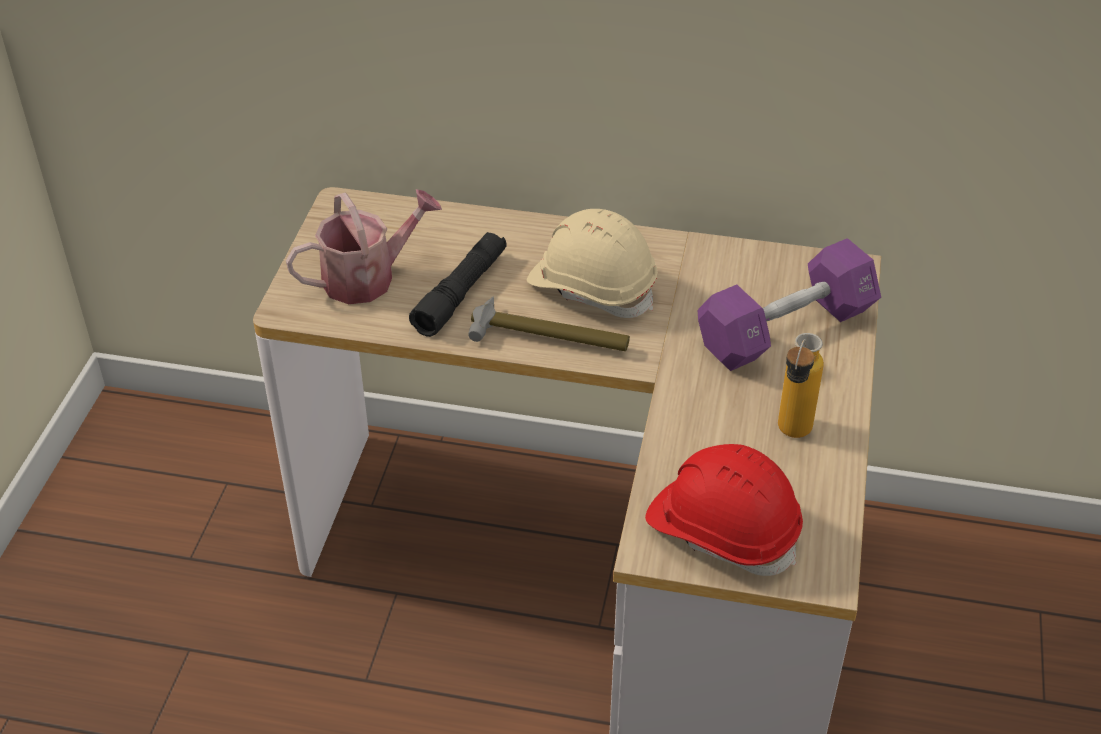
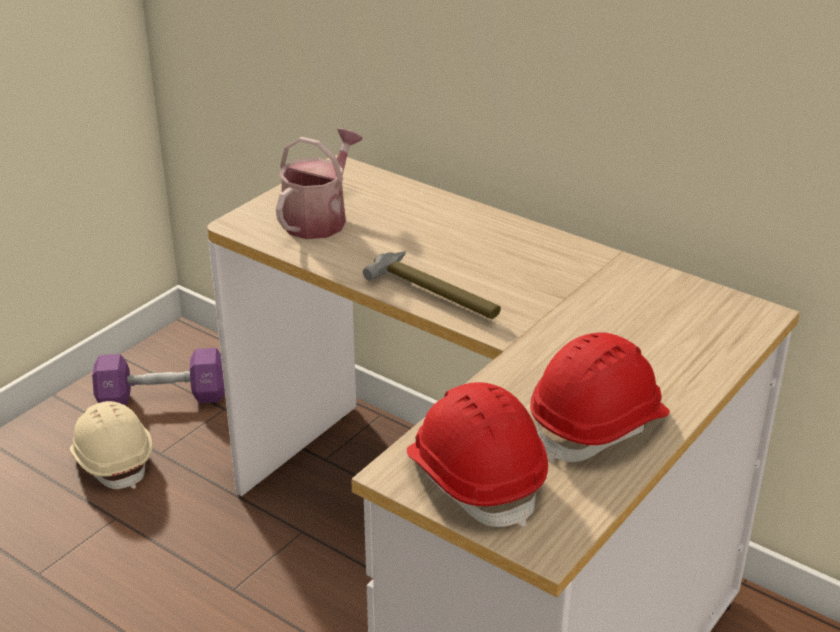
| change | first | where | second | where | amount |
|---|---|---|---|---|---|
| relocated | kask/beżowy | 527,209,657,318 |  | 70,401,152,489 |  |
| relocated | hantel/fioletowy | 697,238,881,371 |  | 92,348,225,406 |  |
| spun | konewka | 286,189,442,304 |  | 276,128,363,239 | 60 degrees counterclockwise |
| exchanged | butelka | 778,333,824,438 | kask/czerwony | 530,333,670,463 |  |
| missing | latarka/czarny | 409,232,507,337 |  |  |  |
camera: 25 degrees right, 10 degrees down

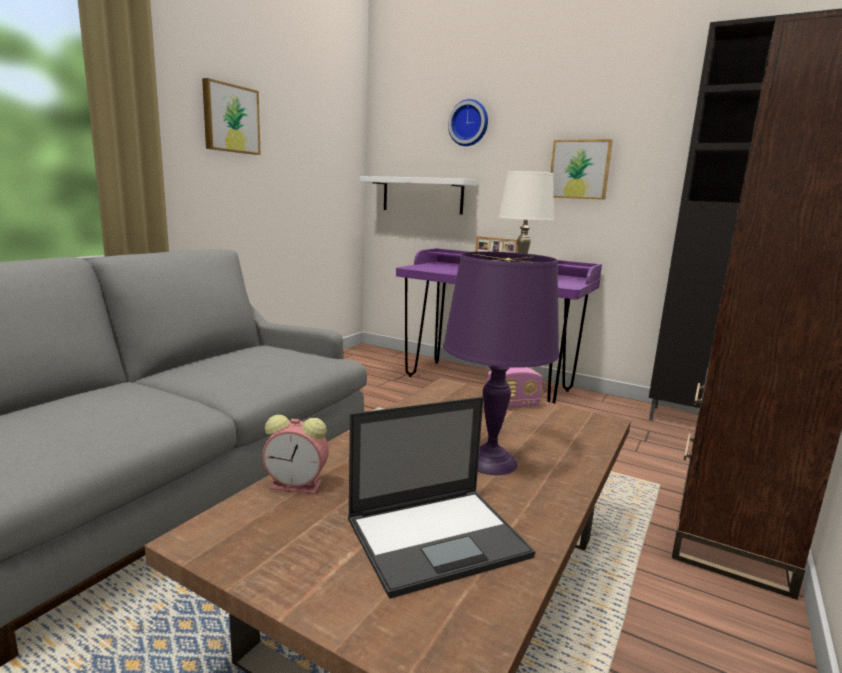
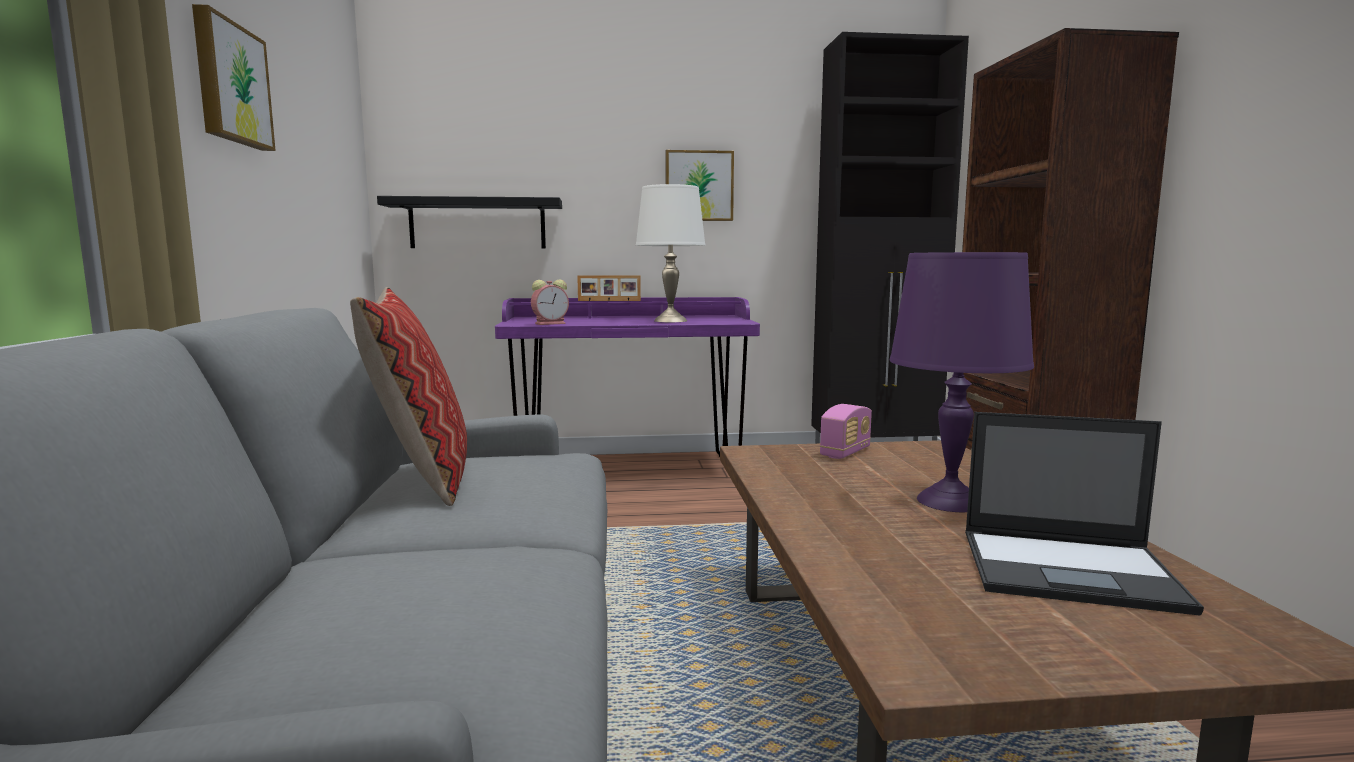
| change | first | where | second | where | amount |
|---|---|---|---|---|---|
| appeared |  |  | poduszka | 350,287,467,506 |  |
| colour | półka/biały | 360,176,476,215 | półka/czarny | 377,196,562,248 |  |
| relocated | budzik | 262,415,329,494 |  | 531,279,569,325 |  |
| spun | laptop | 348,397,535,599 |  | 965,412,1204,616 | 75 degrees clockwise |
| missing | zegar ścienny | 448,99,488,146 |  |  |  |
camera: 35 degrees left, 5 degrees down

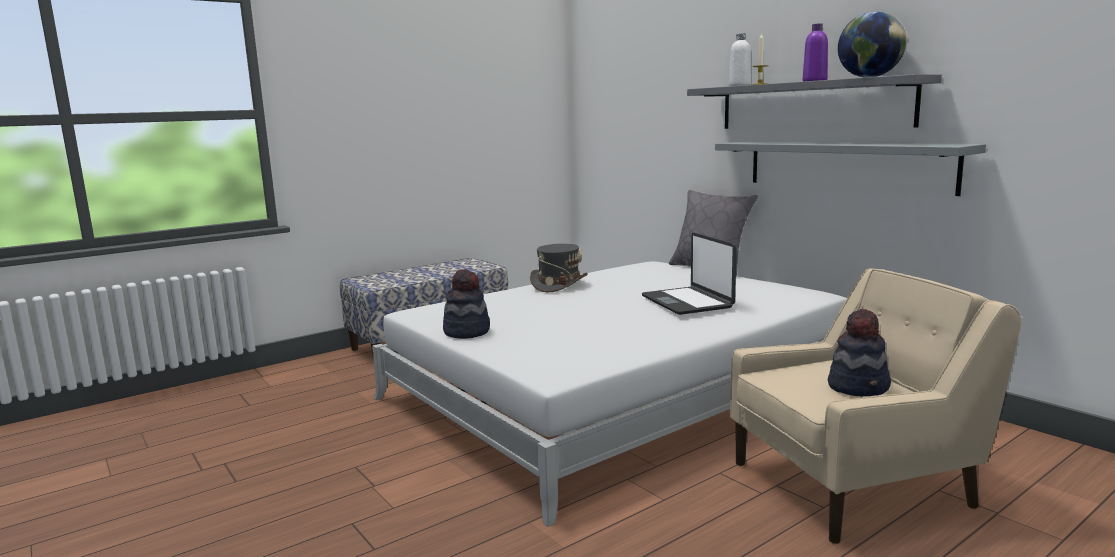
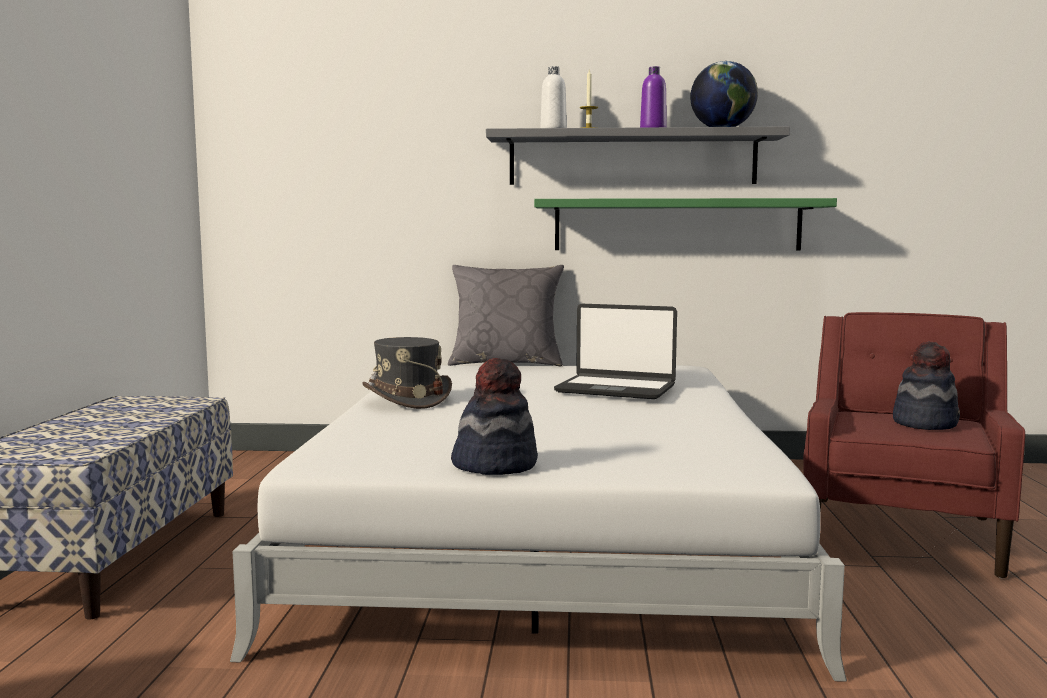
| change | first | where | second | where | amount |
|---|---|---|---|---|---|
| colour | półka/szary | 715,141,986,196 | półka/zielony | 534,198,837,251 |  |
| colour | fotel/beżowy | 730,268,1021,544 | fotel/czerwony | 803,312,1025,578 |  |
camera: 50 degrees left, 5 degrees down

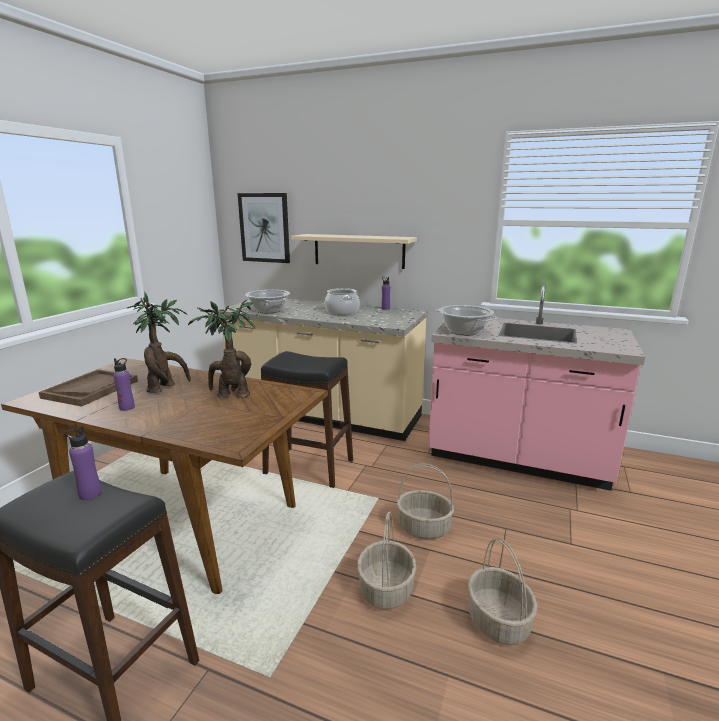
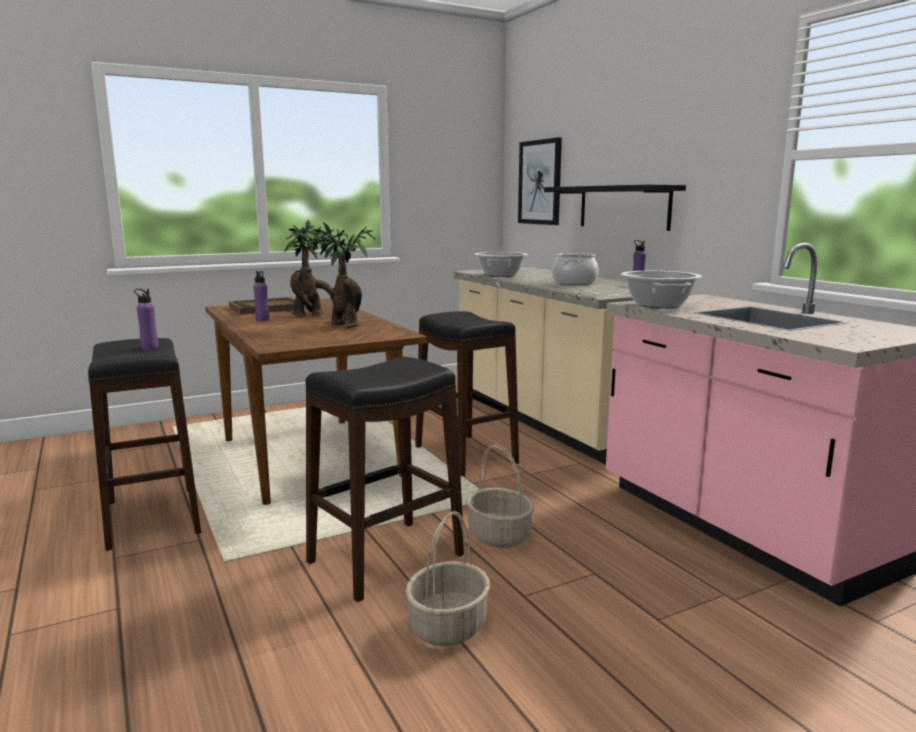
| change | first | where | second | where | amount |
|---|---|---|---|---|---|
| exchanged | koszyk | 357,511,416,610 | stołek/czarny | 306,356,464,602 |  |
| colour | półka/beżowy | 291,234,417,269 | półka/czarny | 544,184,686,231 |  |
camera: 40 degrees right, 5 degrees down

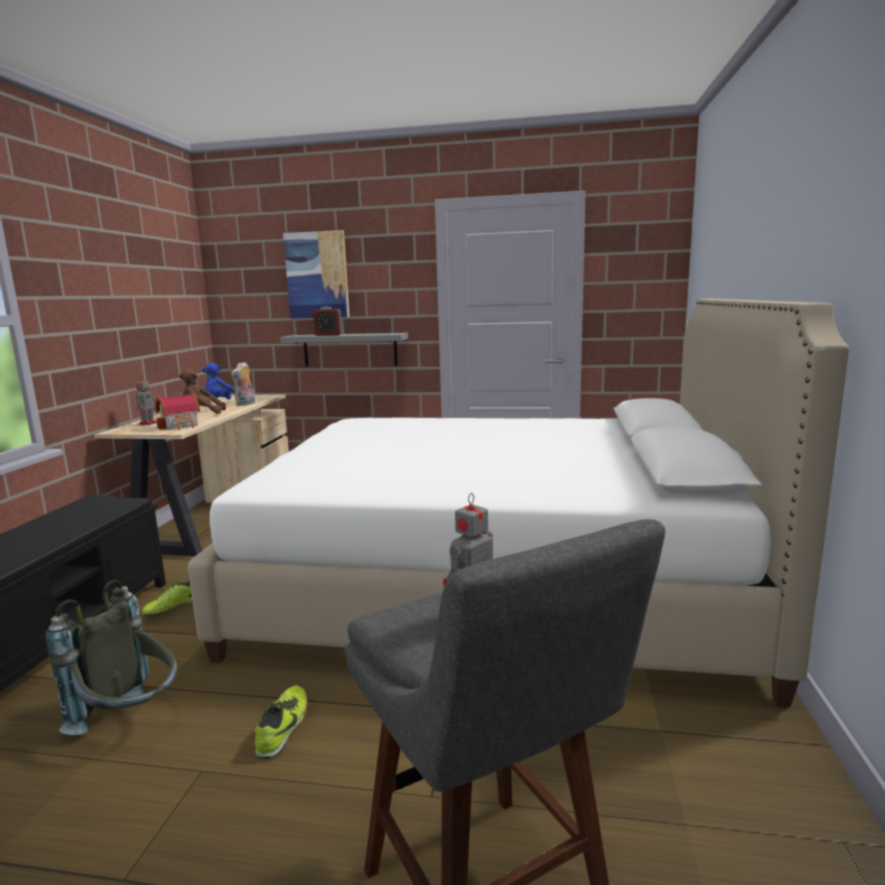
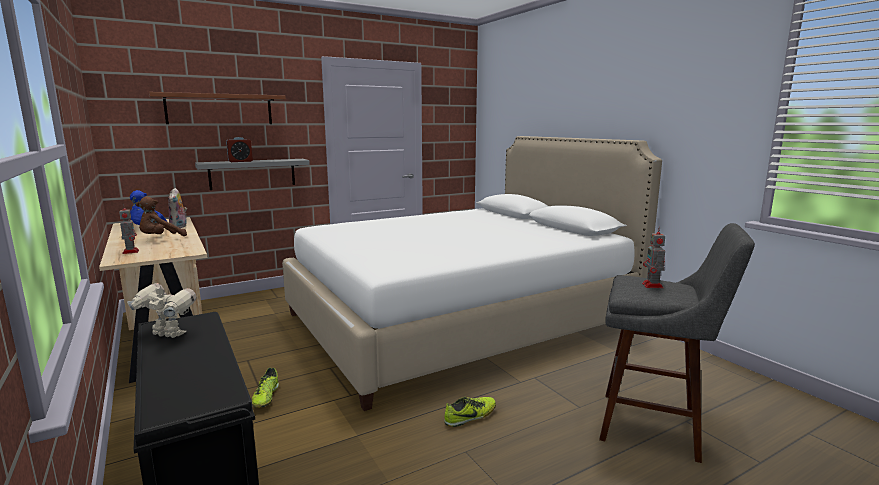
| change | first | where | second | where | amount |
|---|---|---|---|---|---|
| appeared |  |  | robot zabawkowy | 127,283,197,338 |  |
| exchanged | obraz | 283,230,350,318 | półka/brązowy | 149,92,286,124 |  |
| spun | but | 255,685,307,759 |  | 444,397,496,427 | 90 degrees clockwise |
| missing | plecak/szary | 46,580,177,735 |  |  |  |
| missing | domek | 155,391,200,430 |  |  |  |
camera: 40 degrees left, 0 degrees up

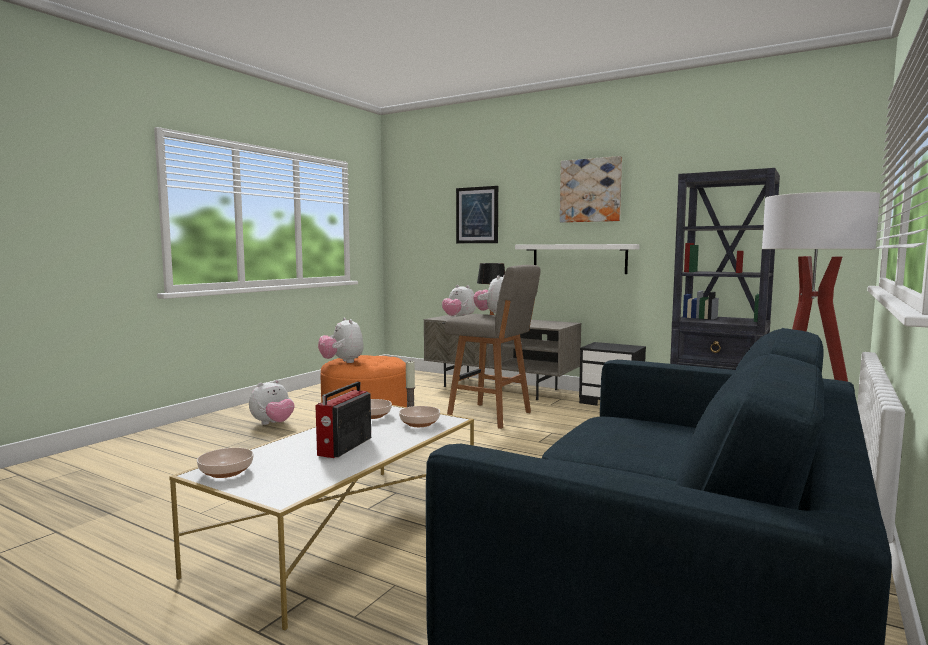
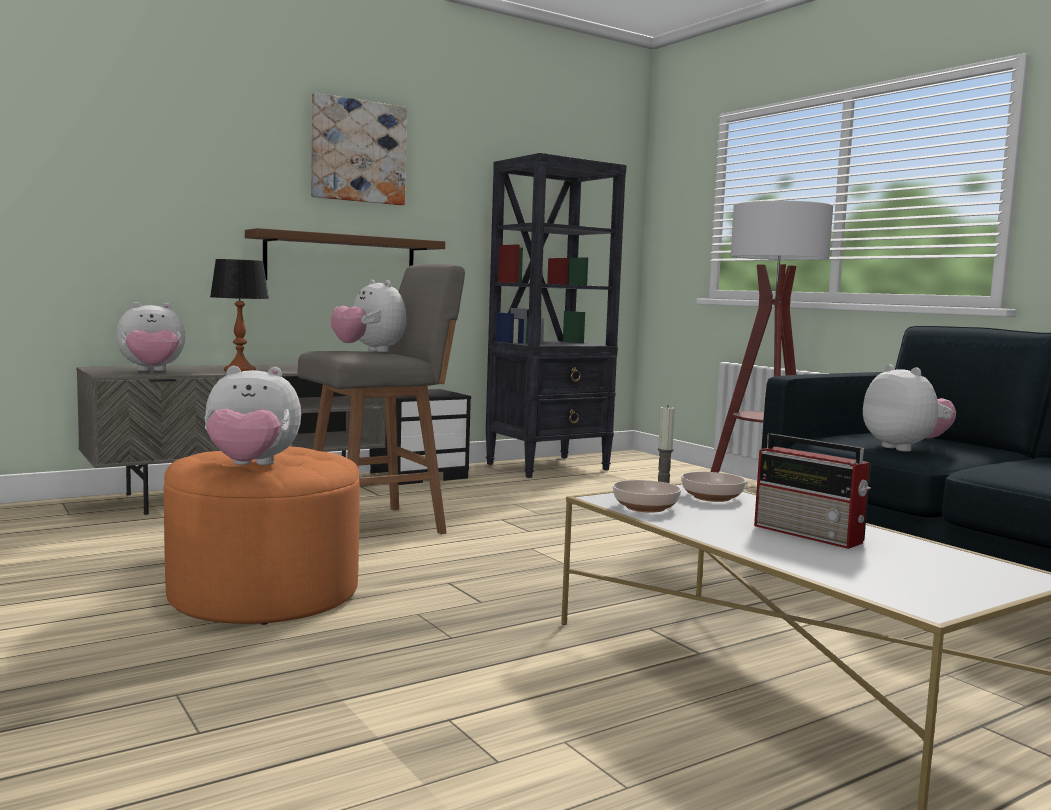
| change | first | where | second | where | amount |
|---|---|---|---|---|---|
| colour | półka/biały | 515,244,640,274 | półka/brązowy | 245,228,445,280 |  |
| relocated | pluszak | 249,380,295,425 |  | 863,364,956,452 |  |
| missing | miska | 197,448,254,478 |  |  |  |
| missing | obraz | 456,186,498,243 |  |  |  |
camera: 65 degrees left, 0 degrees up

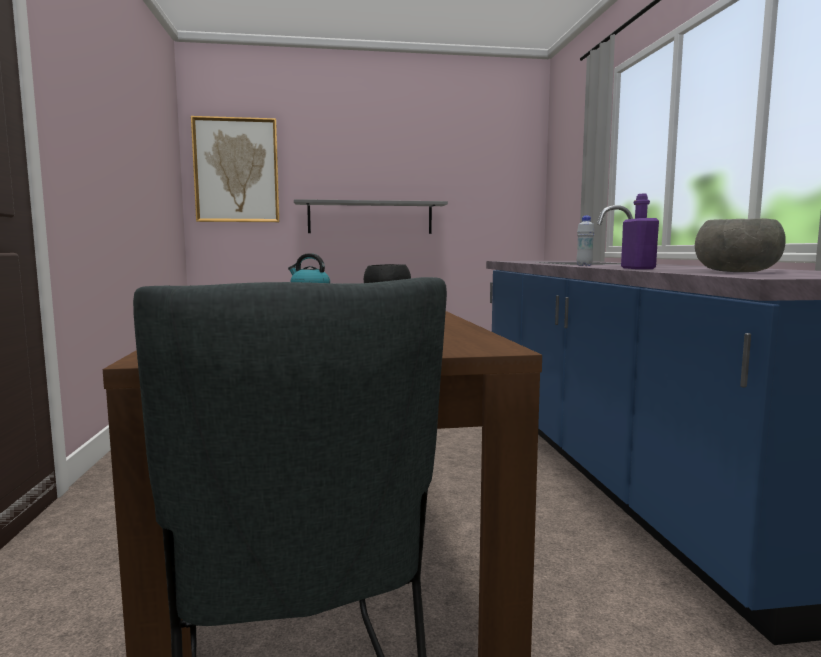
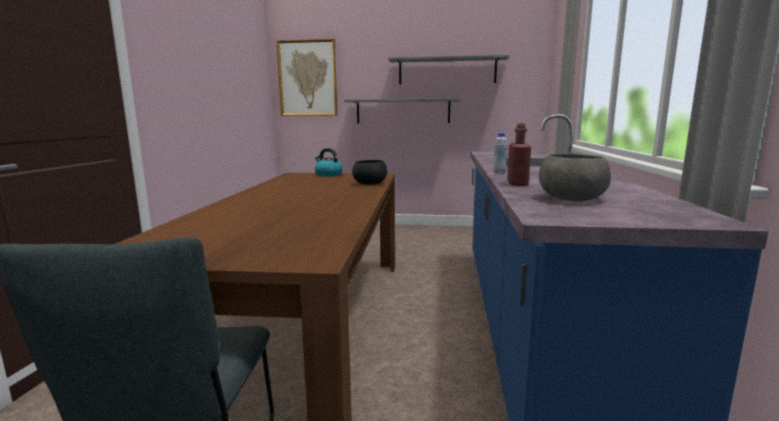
| change | first | where | second | where | amount |
|---|---|---|---|---|---|
| appeared |  |  | półka/szary | 388,55,510,84 |  |
| colour | butelka/fioletowy | 621,194,659,269 | butelka/czerwony | 507,123,531,186 |  |
camera: 15 degrees right, 5 degrees up

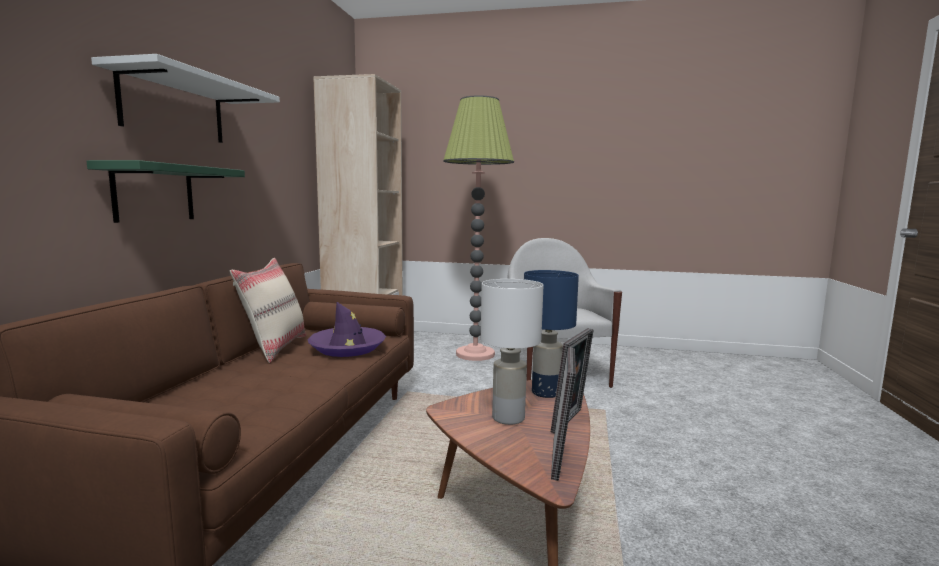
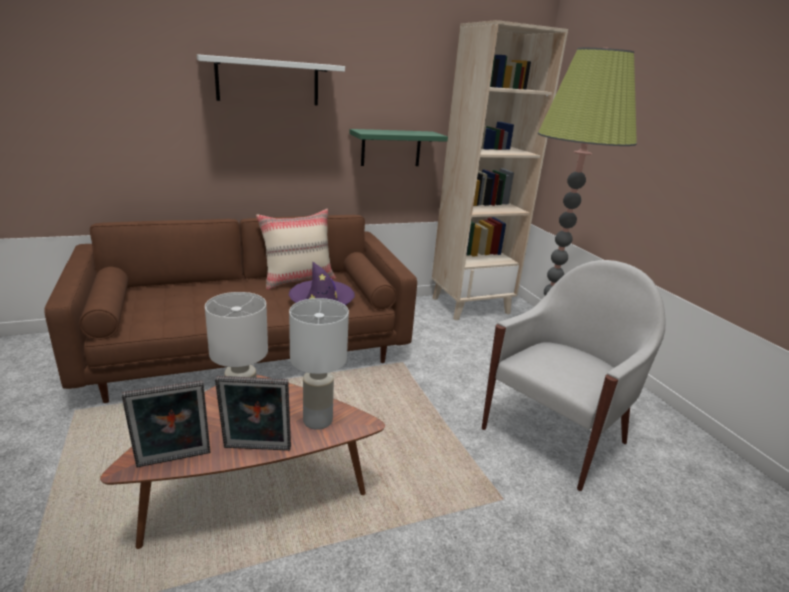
| change | first | where | second | where | amount |
|---|---|---|---|---|---|
| colour | lampa stołowa/niebieski | 524,270,579,398 | lampa stołowa/biały | 289,298,349,430 |  |
| relocated | półka/zielony | 86,160,245,223 |  | 349,129,448,166 |  |
camera: 55 degrees right, 15 degrees up

